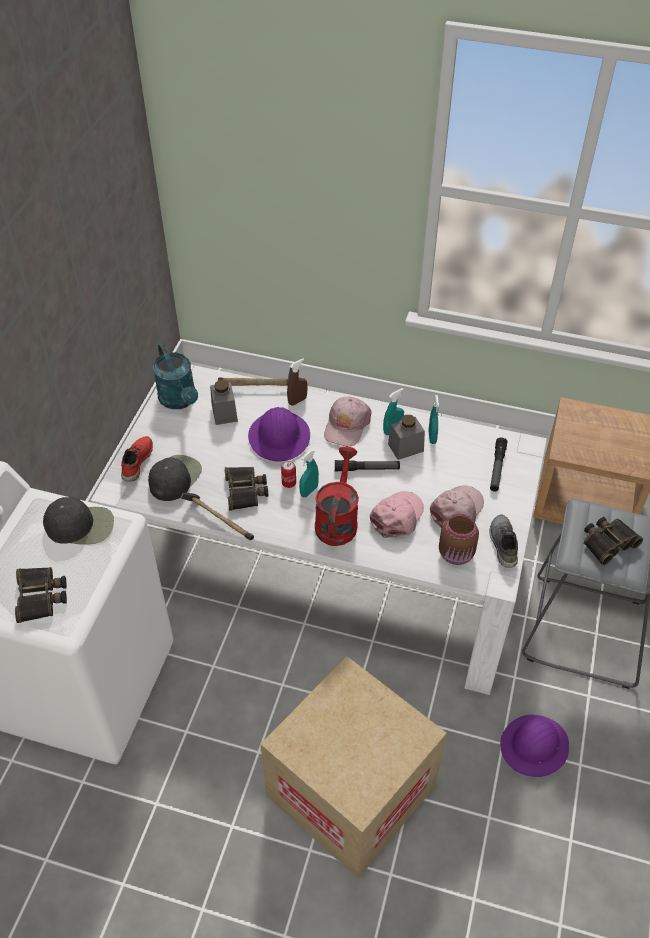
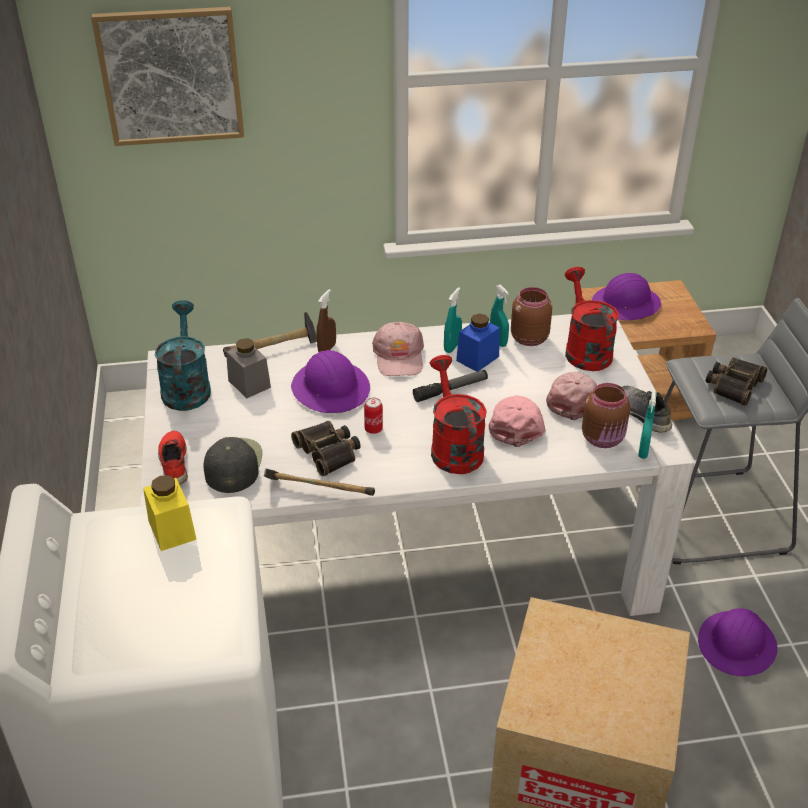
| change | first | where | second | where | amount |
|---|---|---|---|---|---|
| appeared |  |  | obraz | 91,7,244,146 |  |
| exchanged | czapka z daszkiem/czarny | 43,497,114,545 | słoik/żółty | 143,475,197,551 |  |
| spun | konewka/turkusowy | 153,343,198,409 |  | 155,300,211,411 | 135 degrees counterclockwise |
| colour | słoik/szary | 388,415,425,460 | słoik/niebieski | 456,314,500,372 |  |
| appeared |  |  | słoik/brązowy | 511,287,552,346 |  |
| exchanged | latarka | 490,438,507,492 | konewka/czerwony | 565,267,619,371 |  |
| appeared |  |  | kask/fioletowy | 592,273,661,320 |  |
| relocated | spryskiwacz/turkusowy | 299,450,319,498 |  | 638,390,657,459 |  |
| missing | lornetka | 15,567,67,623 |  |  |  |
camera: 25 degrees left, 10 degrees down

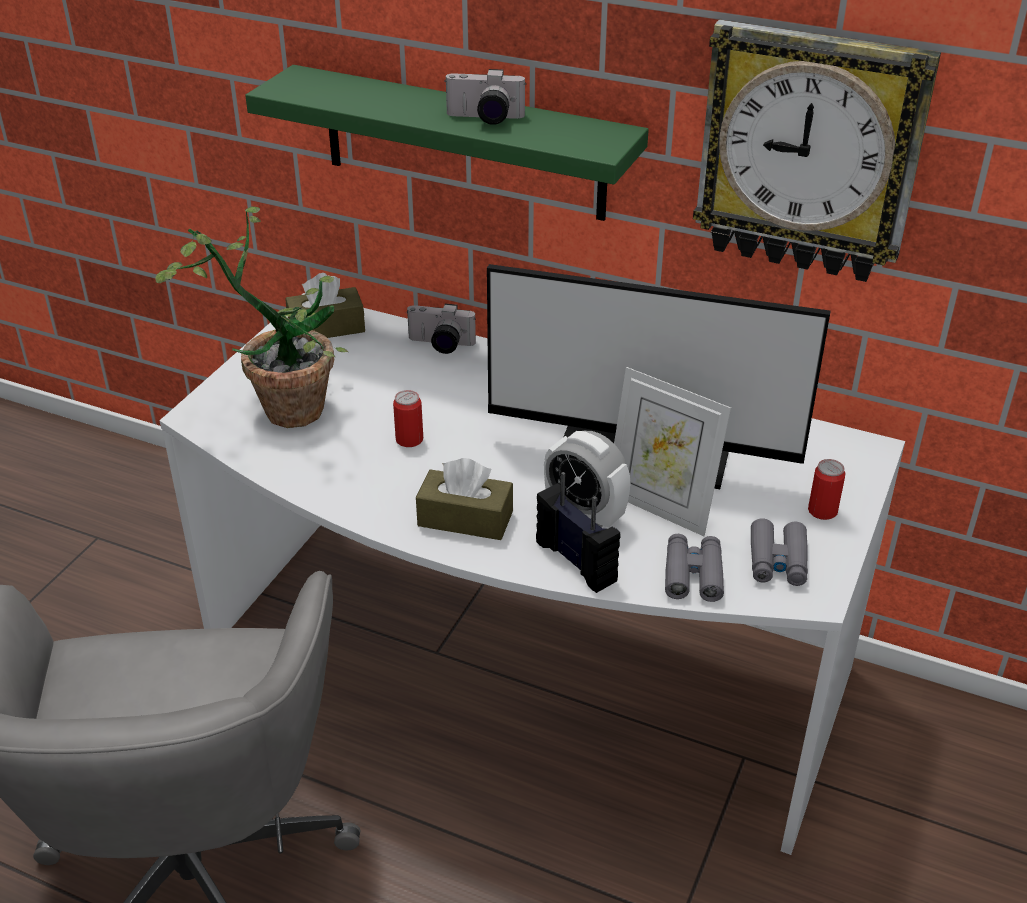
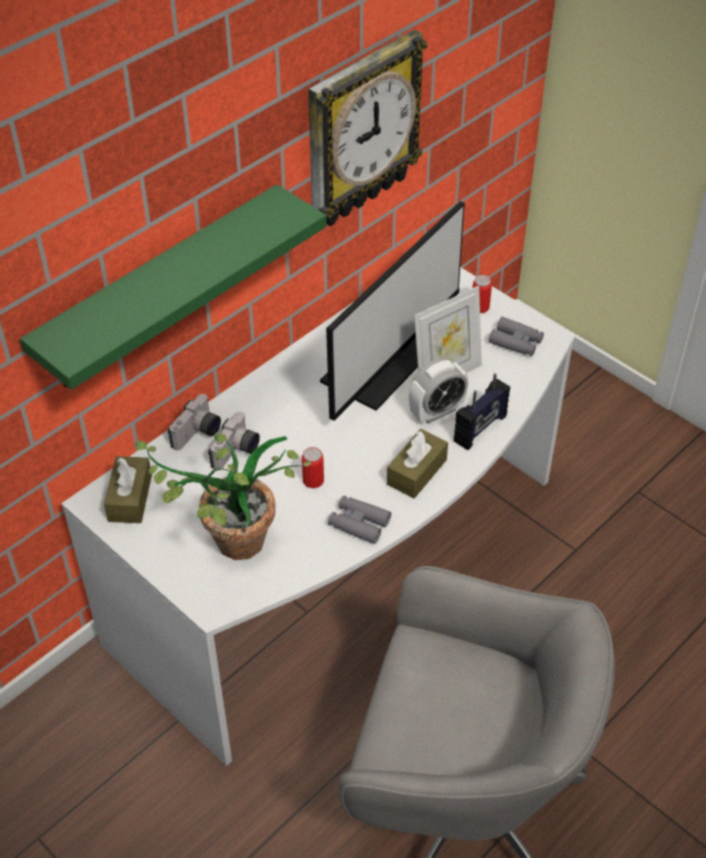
| change | first | where | second | where | amount |
|---|---|---|---|---|---|
| relocated | aparat fotograficzny | 444,69,526,125 |  | 208,412,260,471 |  |
| relocated | lornetka/szary | 665,534,724,602 |  | 328,496,391,544 |  |
| spun | radio | 536,472,621,593 |  | 454,373,510,450 | 150 degrees clockwise |
camera: 70 degrees left, 10 degrees up

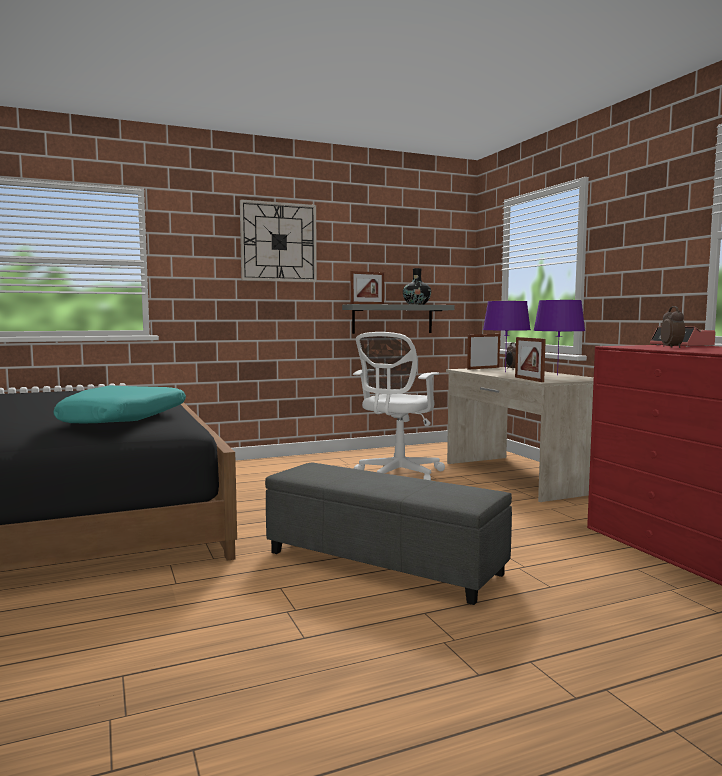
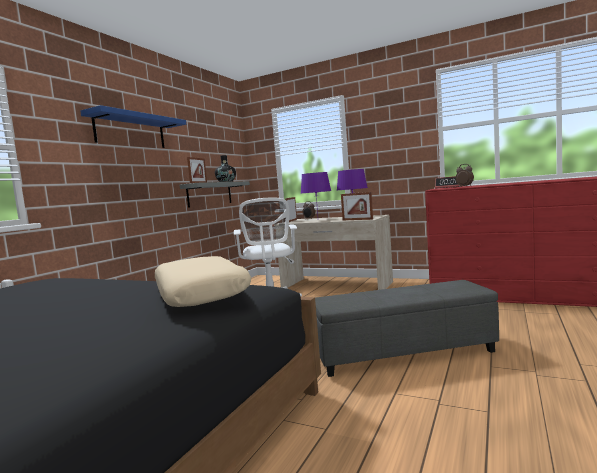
| change | first | where | second | where | amount |
|---|---|---|---|---|---|
| exchanged | zegar ścienny | 240,199,317,282 | półka/niebieski | 80,105,186,148 |  |
| colour | poduszka/turkusowy | 53,385,186,423 | poduszka/beżowy | 155,256,251,307 |  |
camera: 40 degrees left, 0 degrees up

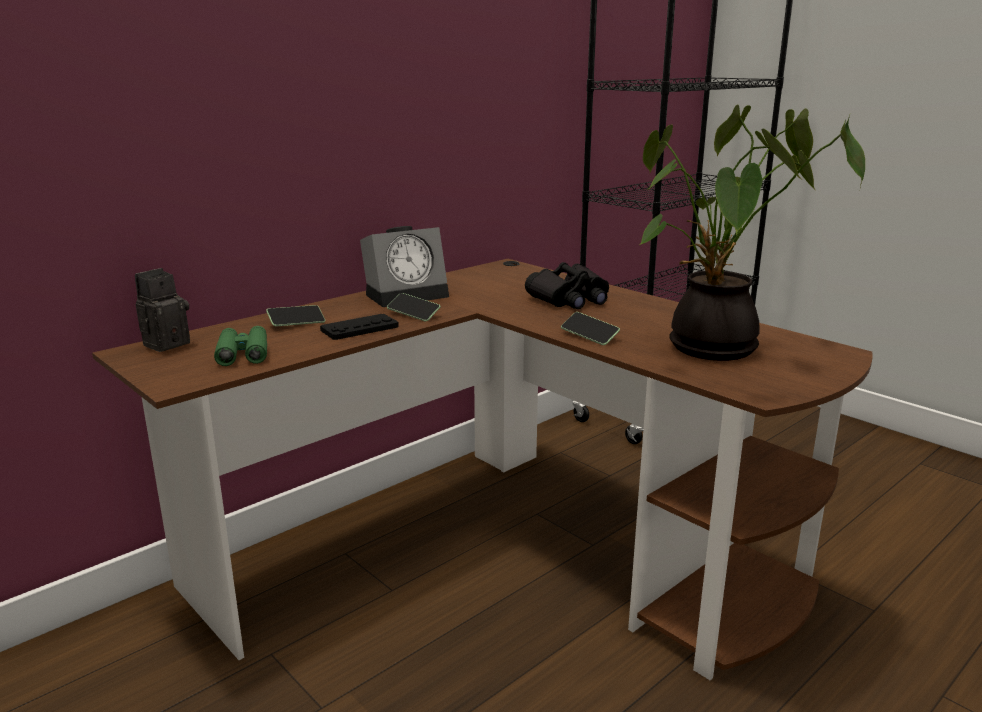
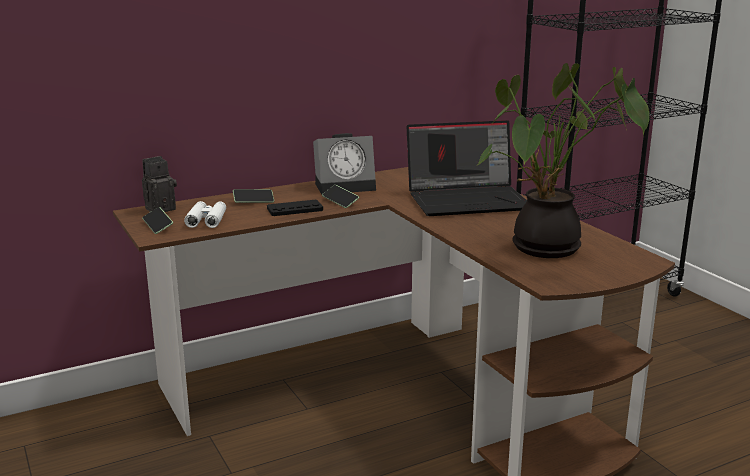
| change | first | where | second | where | amount |
|---|---|---|---|---|---|
| relocated | telefon | 561,312,620,345 |  | 142,207,173,234 |  |
| colour | lornetka/zielony | 214,326,267,366 | lornetka/biały | 184,201,226,228 |  |
| exchanged | lornetka/czarny | 525,262,609,309 | laptop | 407,120,527,216 |  |
camera: 15 degrees right, 0 degrees up

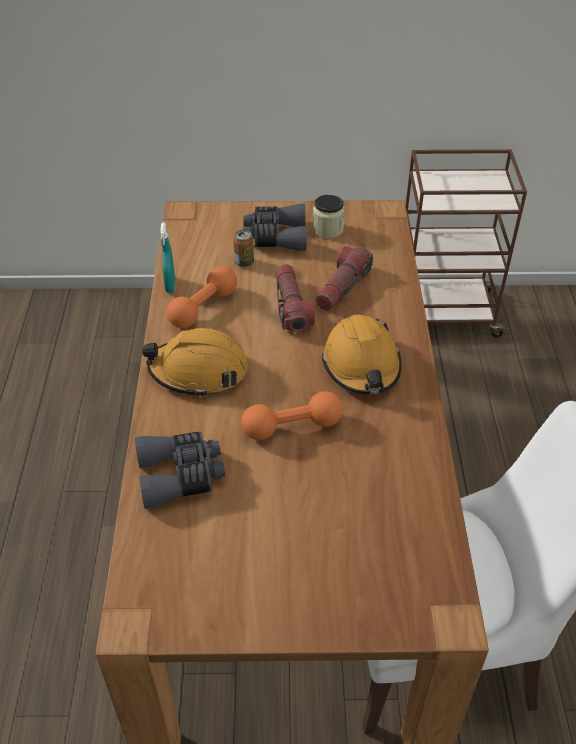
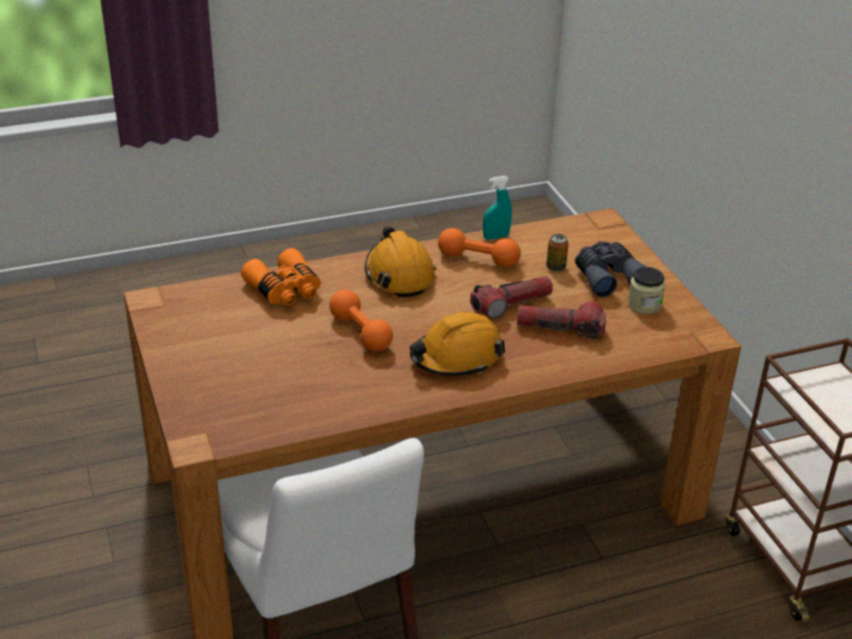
| change | first | where | second | where | amount |
|---|---|---|---|---|---|
| colour | lornetka/szary | 135,432,225,509 | lornetka/pomarańczowy | 241,248,321,306 |  |
camera: 70 degrees right, 10 degrees down

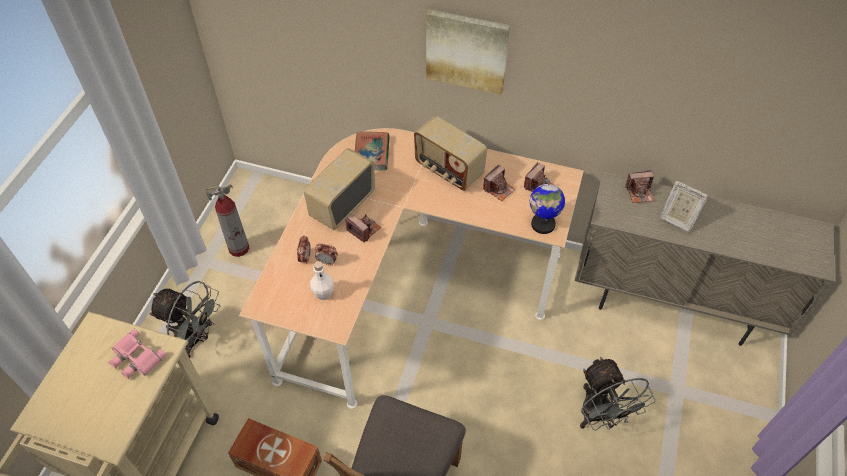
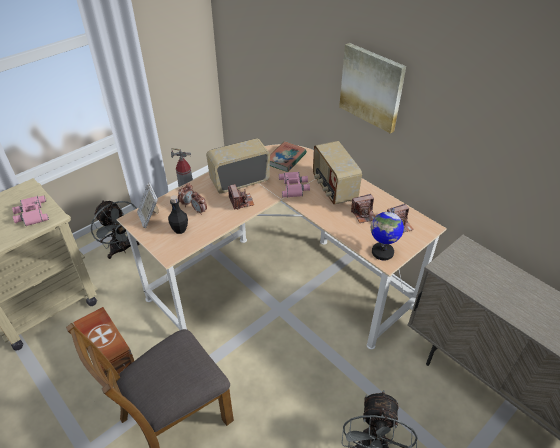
| change | first | where | second | where | amount |
|---|---|---|---|---|---|
| relocated | ramka na zdjęcie | 660,181,708,232 |  | 137,182,159,228 |  |
| colour | butelka/biały | 310,261,334,300 | butelka/czarny | 168,195,188,234 |  |
| appeared |  |  | lornetka/różowy | 279,172,310,197 |  |
| missing | aparat fotograficzny | 625,170,654,203 |  |  |  |
camera: 30 degrees right, 10 degrees down

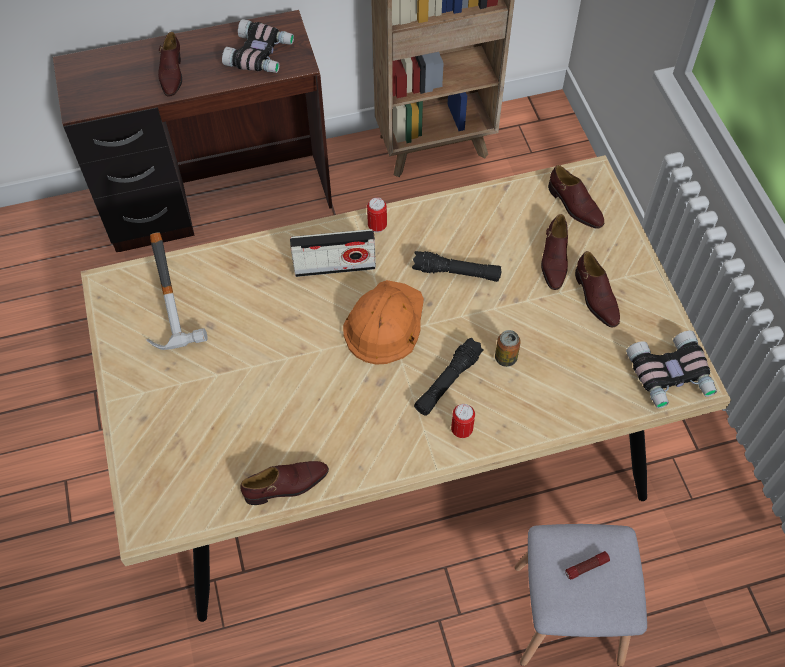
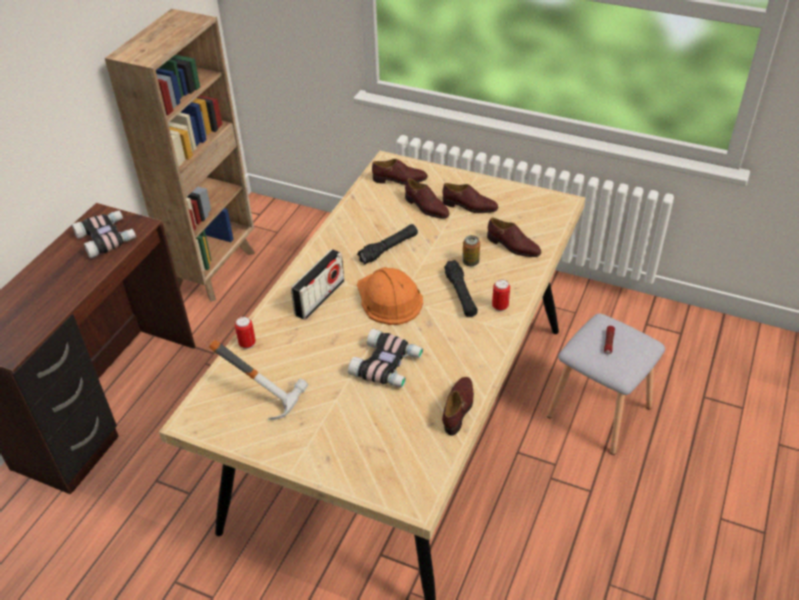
| change | first | where | second | where | amount |
|---|---|---|---|---|---|
| relocated | puszka | 367,197,387,232 |  | 235,317,256,349 |  |
| relocated | lornetka | 626,330,717,408 |  | 348,329,423,388 |  |
| relocated | but/brązowy | 158,32,182,97 |  | 487,218,541,257 |  |
camera: 50 degrees left, 15 degrees down

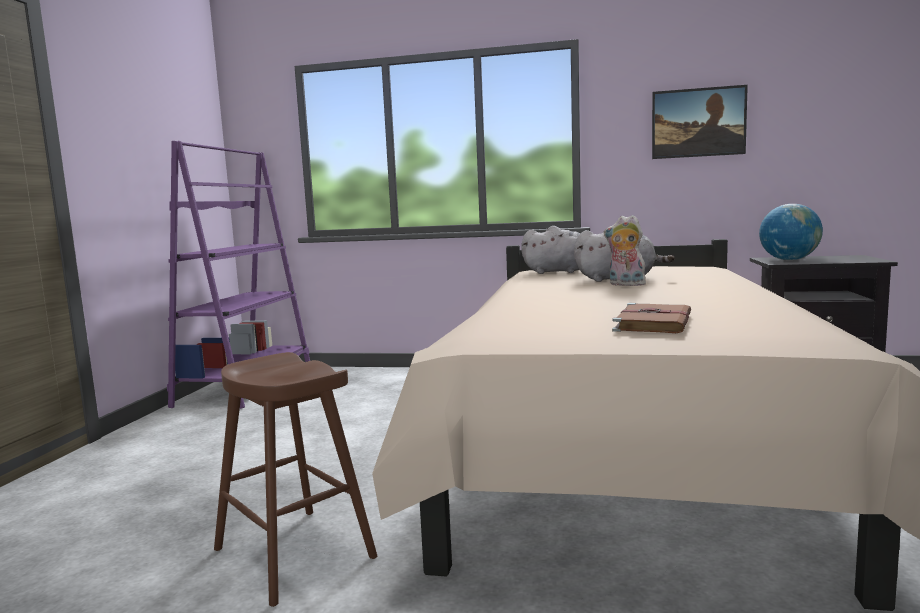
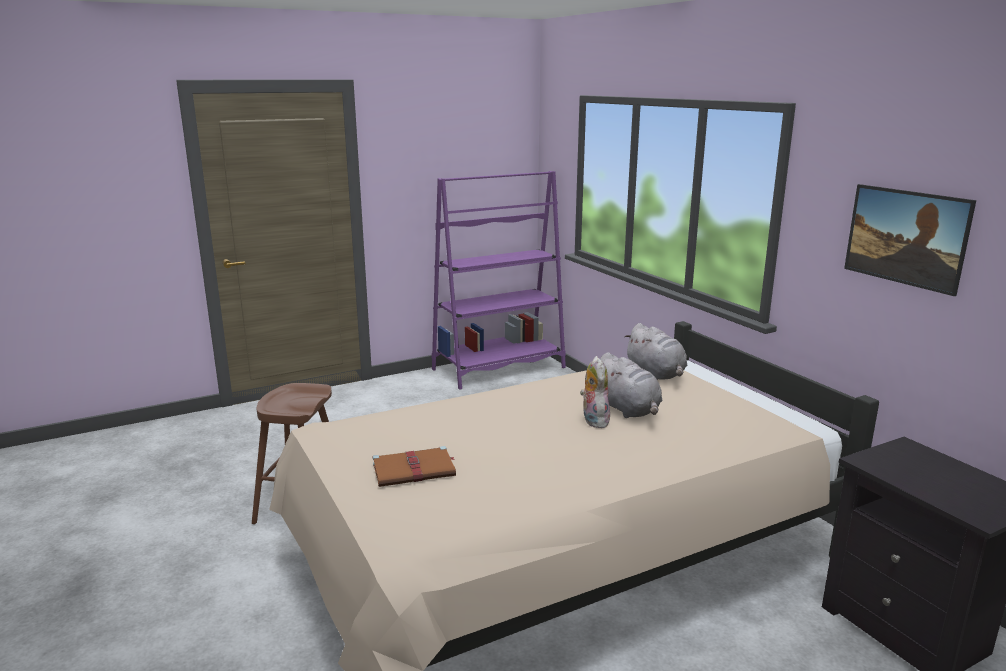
| change | first | where | second | where | amount |
|---|---|---|---|---|---|
| missing | globus | 759,204,823,260 |  |  |  |
camera: 50 degrees right, 10 degrees up

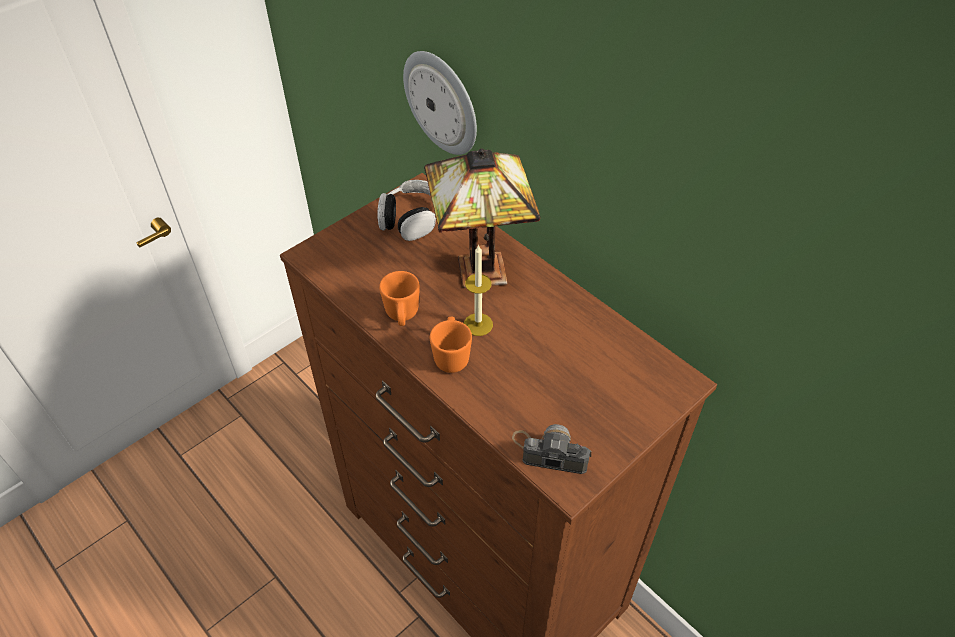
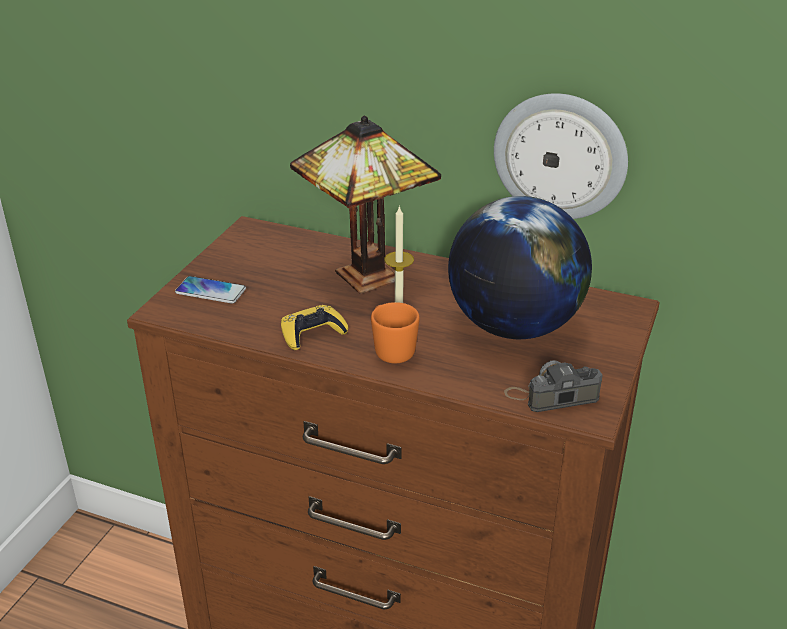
| change | first | where | second | where | amount |
|---|---|---|---|---|---|
| appeared |  |  | telefon | 175,276,246,304 |  |
| exchanged | kubek/pomarańczowy | 379,271,420,326 | pad do gier/żółty | 281,305,348,350 |  |
| appeared |  |  | globus | 448,196,592,339 |  |
| relocated | zegar ścienny | 403,51,477,155 |  | 494,93,628,219 |  |
| missing | słuchawki | 377,180,436,241 |  |  |  |
camera: 25 degrees left, 15 degrees down

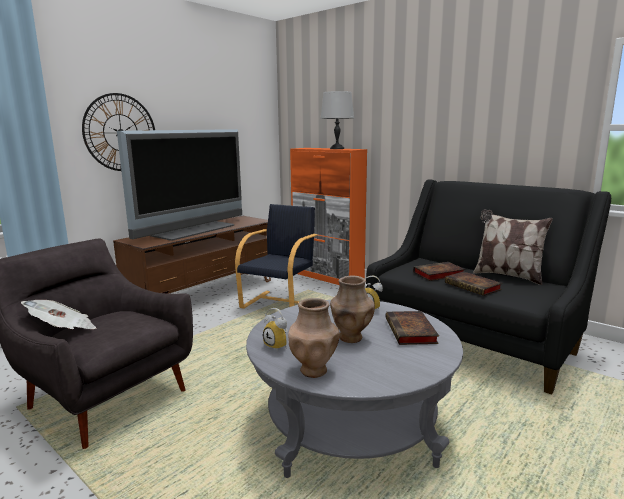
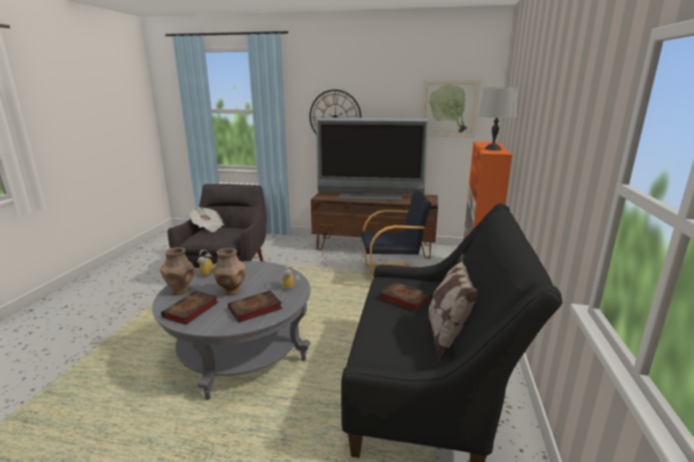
| change | first | where | second | where | amount |
|---|---|---|---|---|---|
| relocated | książka | 445,271,503,296 |  | 161,290,218,325 |  |
| appeared |  |  | obraz | 421,80,481,138 |  |
camera: 60 degrees right, 5 degrees up

